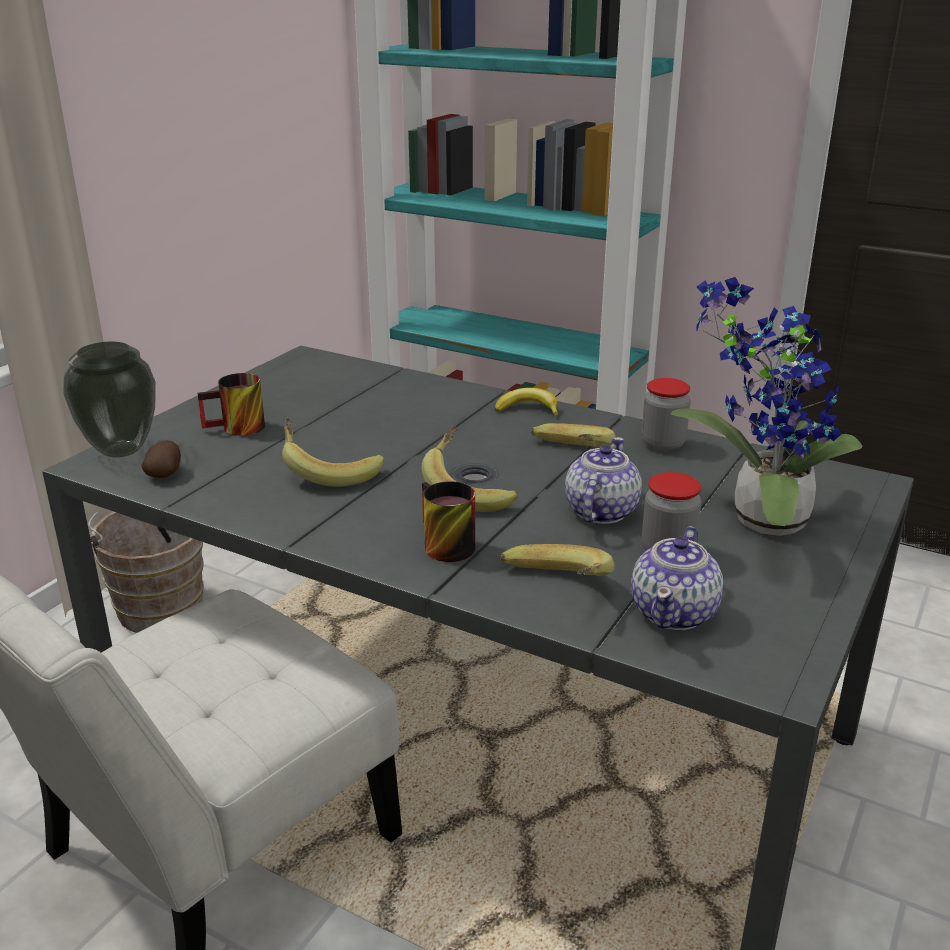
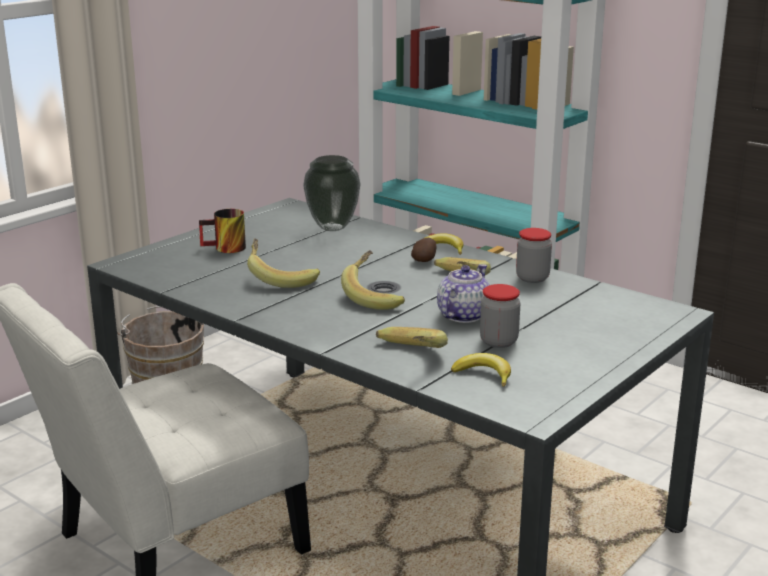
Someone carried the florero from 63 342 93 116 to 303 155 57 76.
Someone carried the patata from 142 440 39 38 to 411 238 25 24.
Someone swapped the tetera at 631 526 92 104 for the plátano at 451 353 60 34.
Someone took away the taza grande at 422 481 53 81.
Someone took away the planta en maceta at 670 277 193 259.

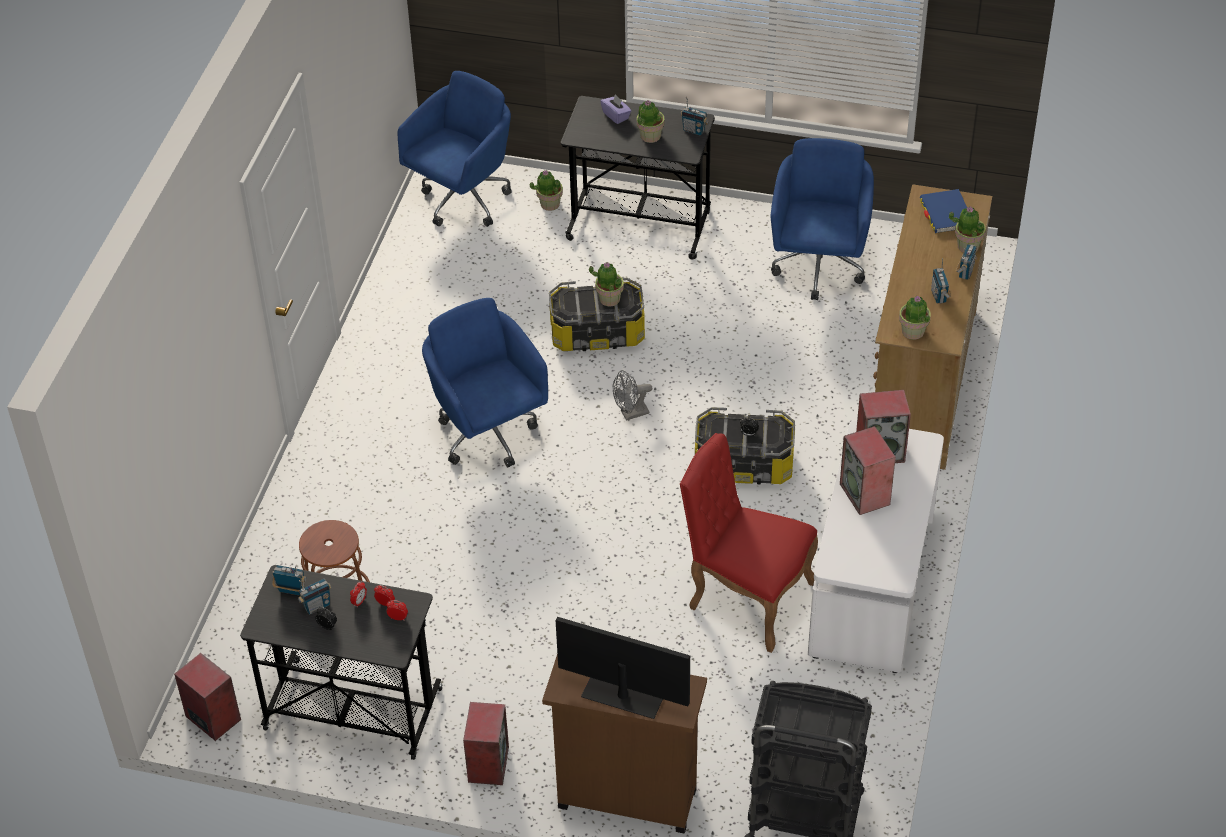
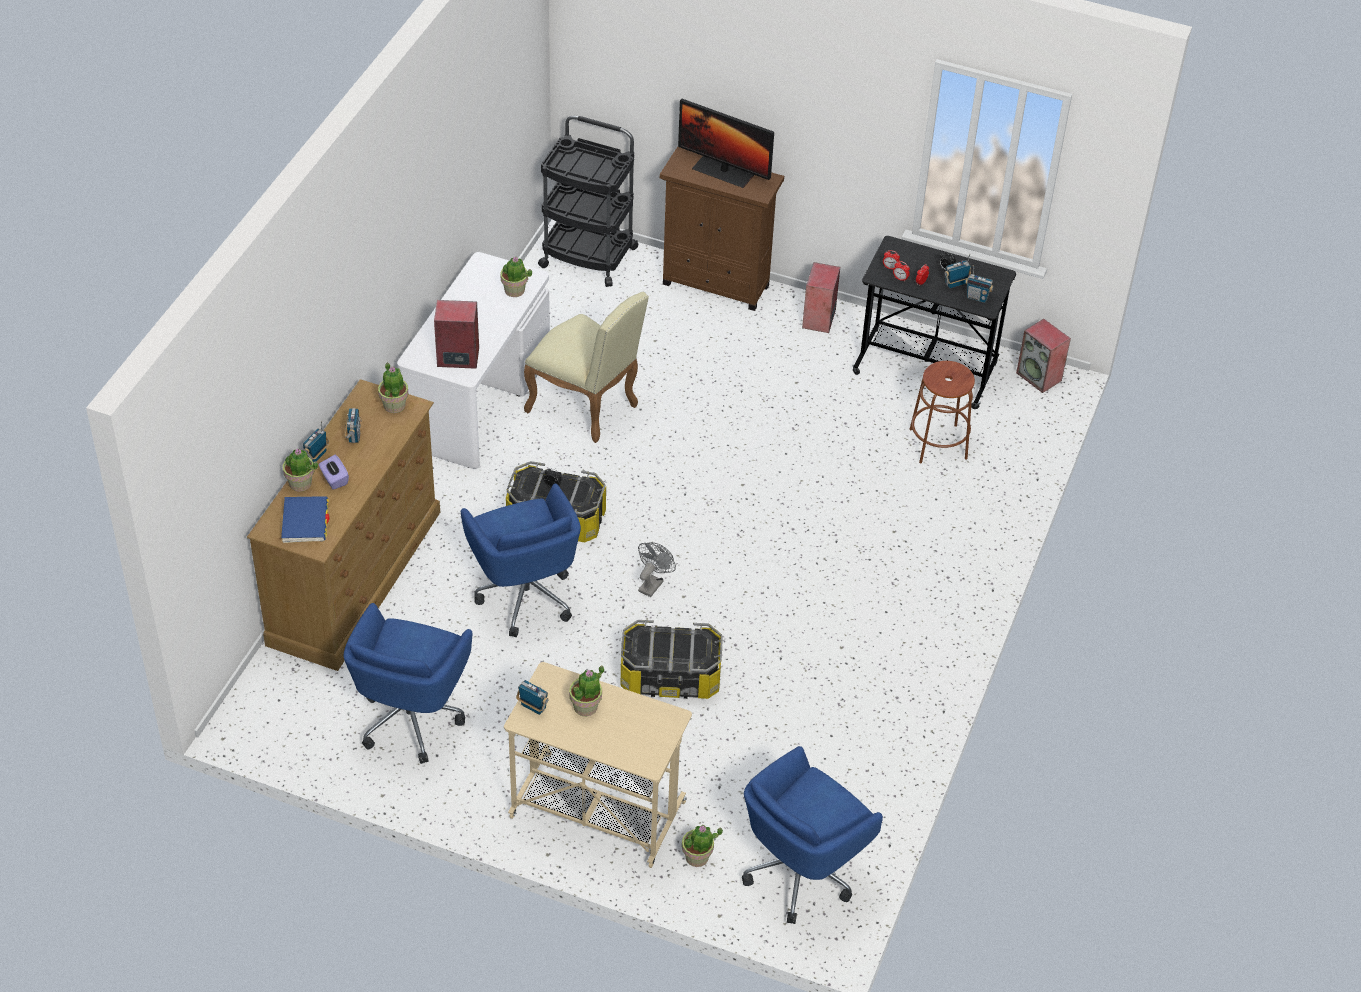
Someone carried the caja de pañuelos [morado] from 600 94 31 30 to 318 455 31 35.
Someone carried the silla de oficina [azul] from 422 298 126 169 to 461 484 120 153.
Someone carried the planta en maceta from 589 263 35 44 to 500 257 32 40.
Someone repainted the escritorio [negro] at 561 96 154 163, which became the escritorio [beis] at 504 662 188 206.
Someone repainted the silla [rojo] at 680 433 138 220, which became the silla [beis] at 524 292 125 151.
Someone rotated the ventilador [gris] at 613 370 39 51 by 45 degrees counterclockwise.
Someone took away the altavoz at 840 426 56 89.

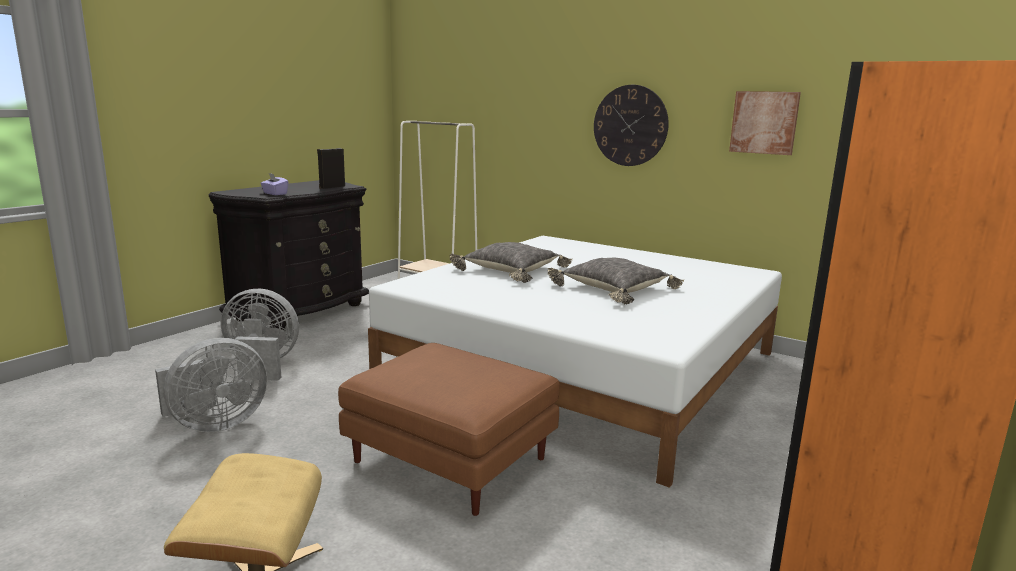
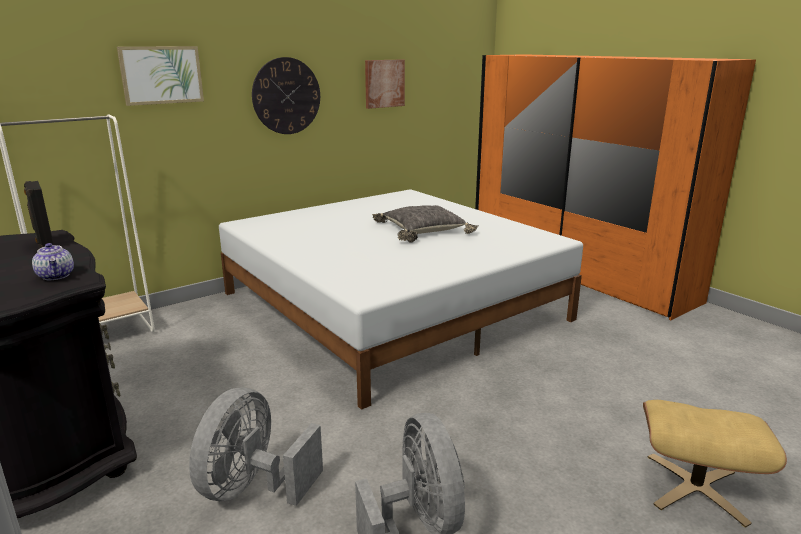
Someone swapped the caja de pañuelos [morado] at 260 173 29 22 for the tetera at 32 243 42 37.
Someone put up the cuadro at 117 46 87 60.
Someone took away the puf [marrón] at 338 343 222 173.
Someone took away the cojín at 449 242 123 41.

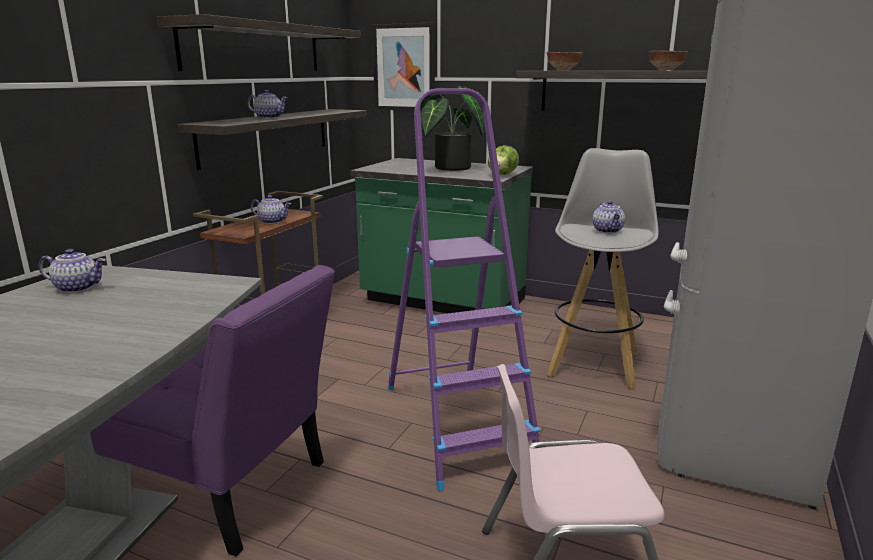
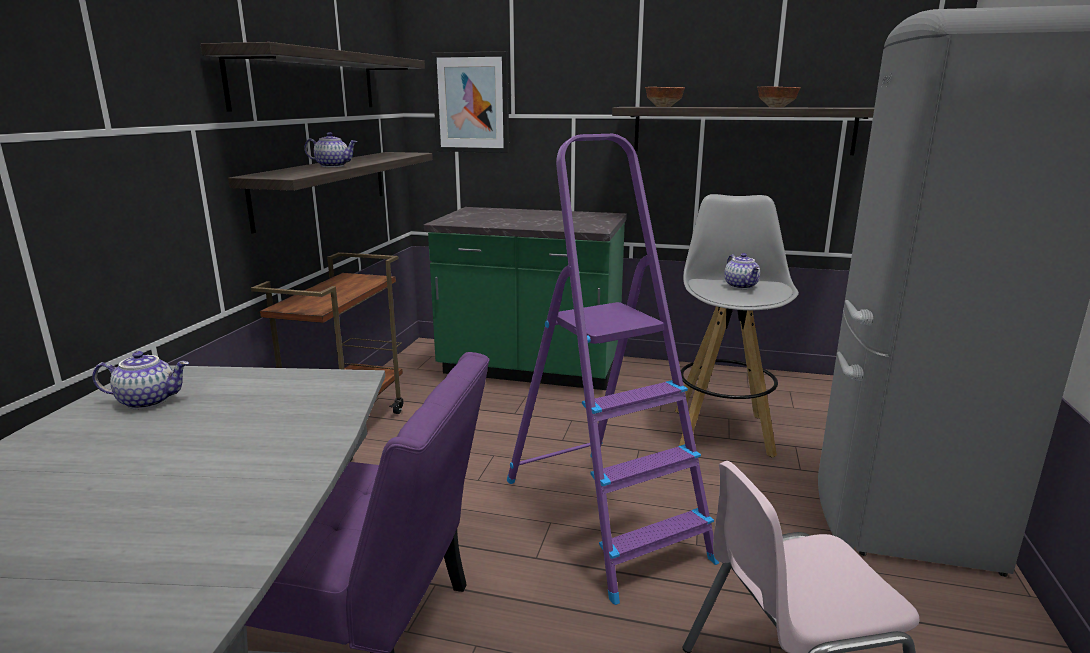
Someone took away the tetera at 250 195 41 29.
Someone took away the planta en maceta at 420 86 64 85.
Someone took away the lechuga at 488 145 31 30.

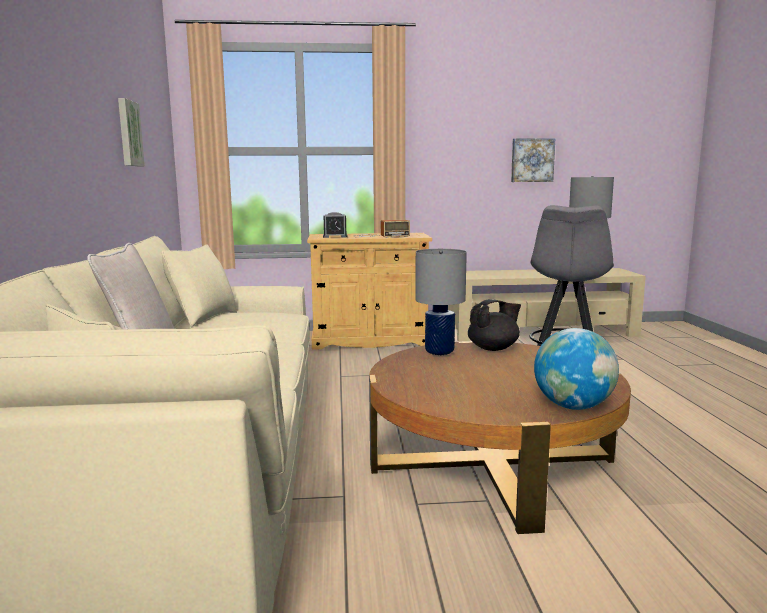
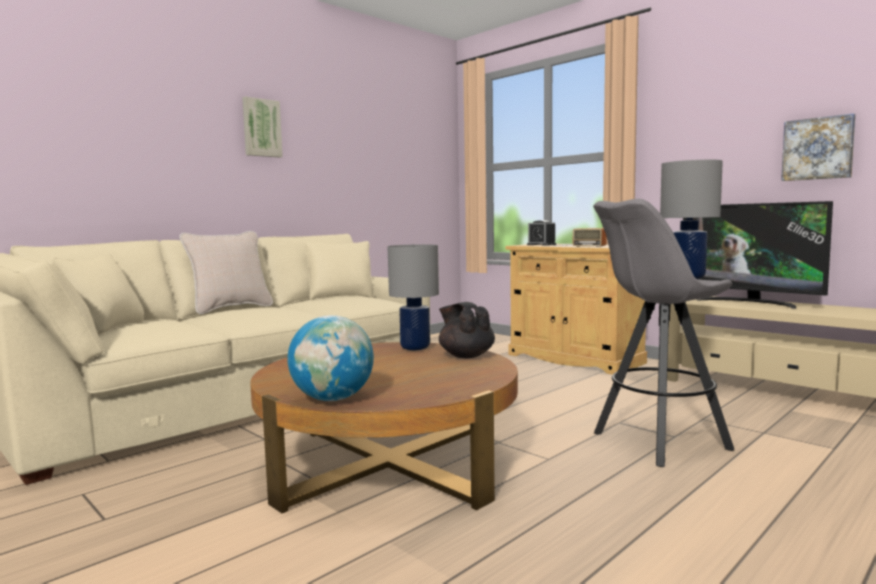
Someone carried the cuadro from 118 98 27 68 to 242 96 41 61.
Someone rotated the tetera [negro] at 468 299 53 52 by 150 degrees counterclockwise.
Someone put down the televisor at 683 201 150 108.

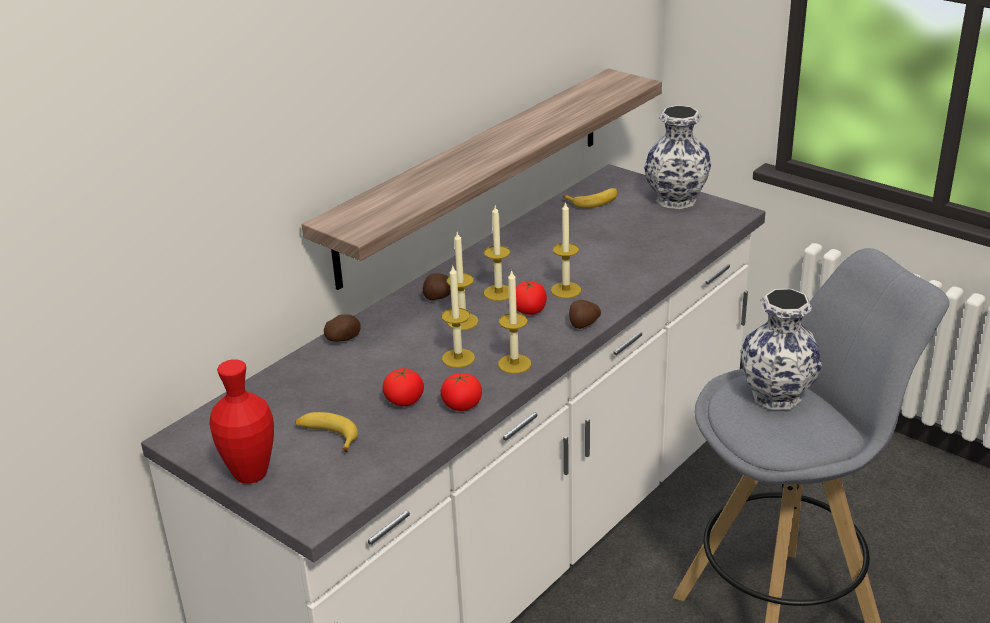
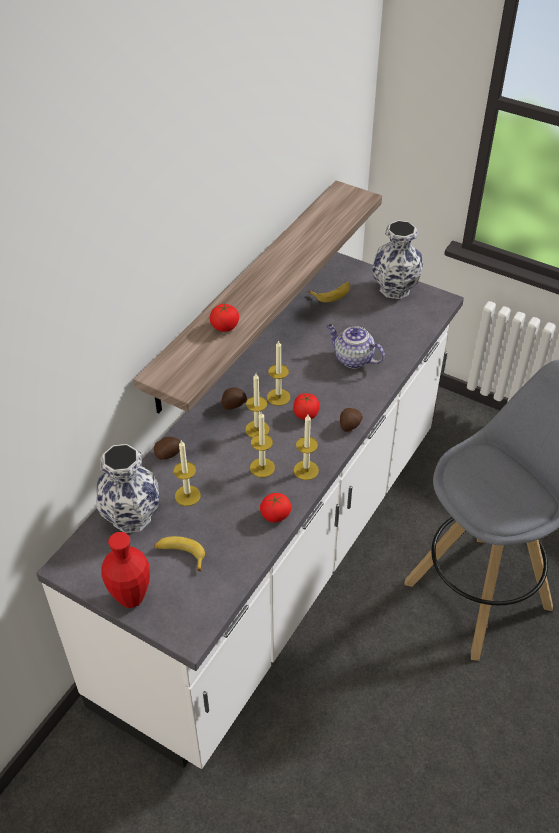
Someone carried the florero from 740 289 82 121 to 96 444 63 89.
Someone carried the vela from 551 201 30 97 to 174 440 27 66.
Someone carried the tomate from 382 367 42 39 to 210 304 29 28.
Someone put down the tetera at 327 324 58 45.

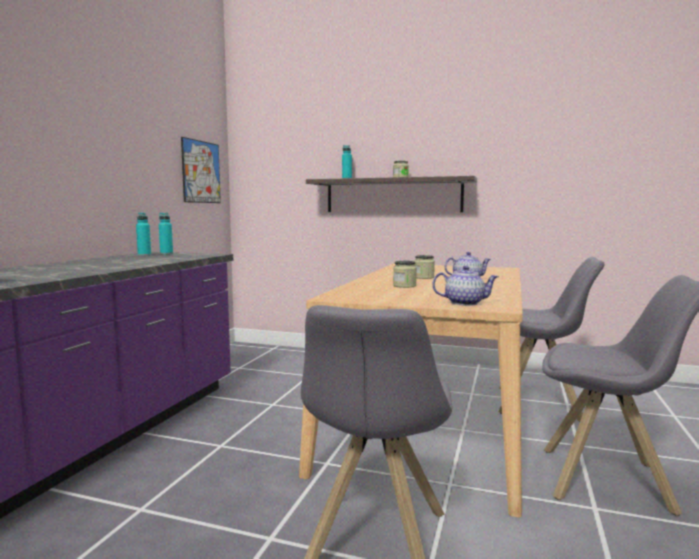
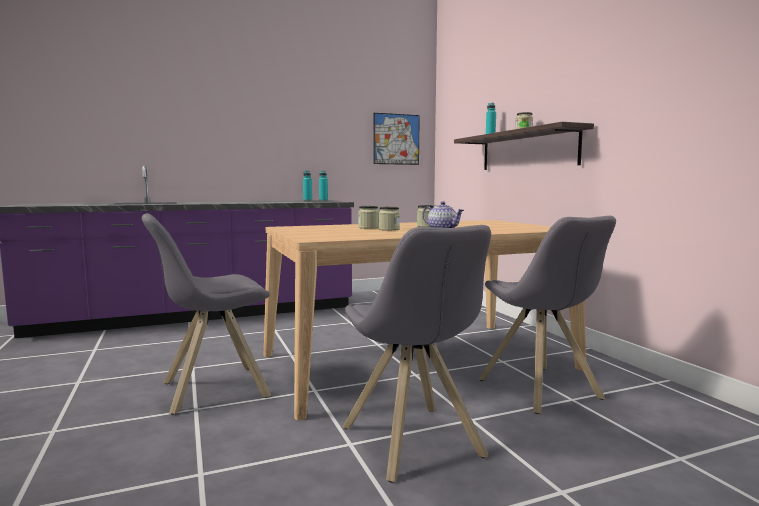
Someone put down the tarro at 379 207 21 24.
Someone took away the tetera at 432 266 67 40.

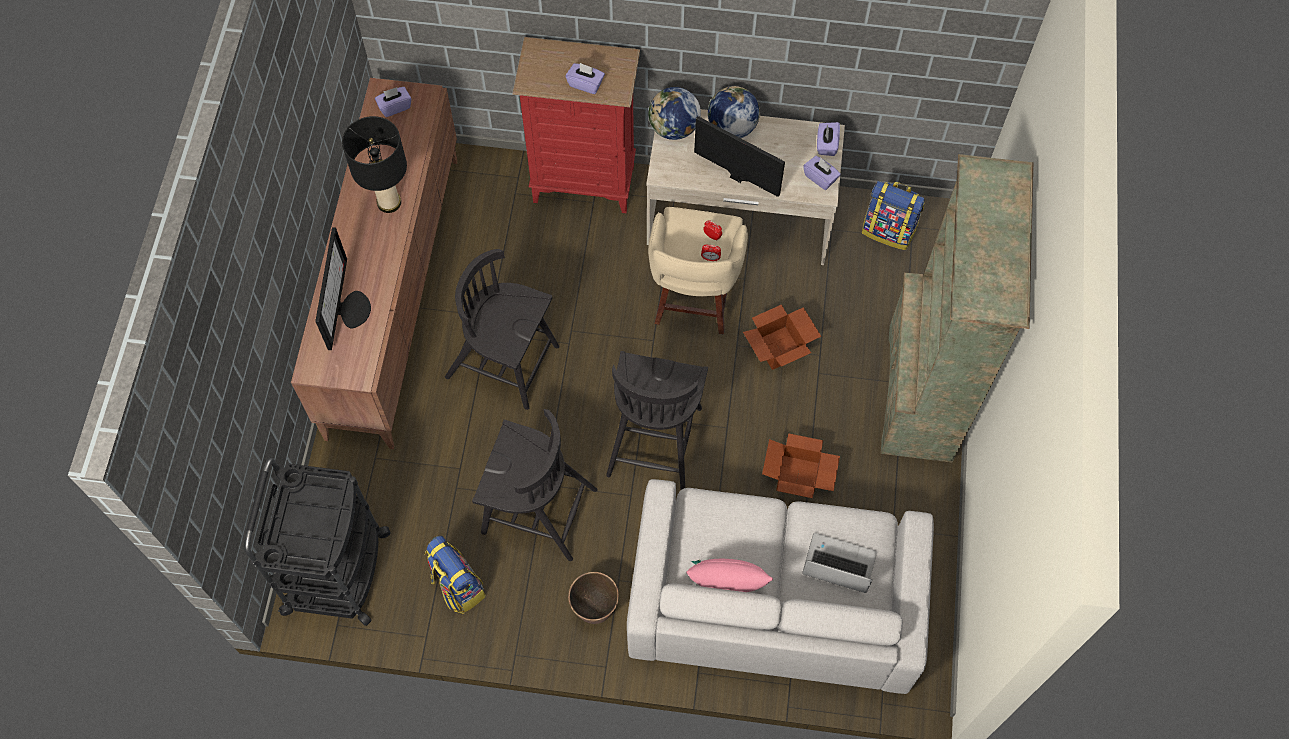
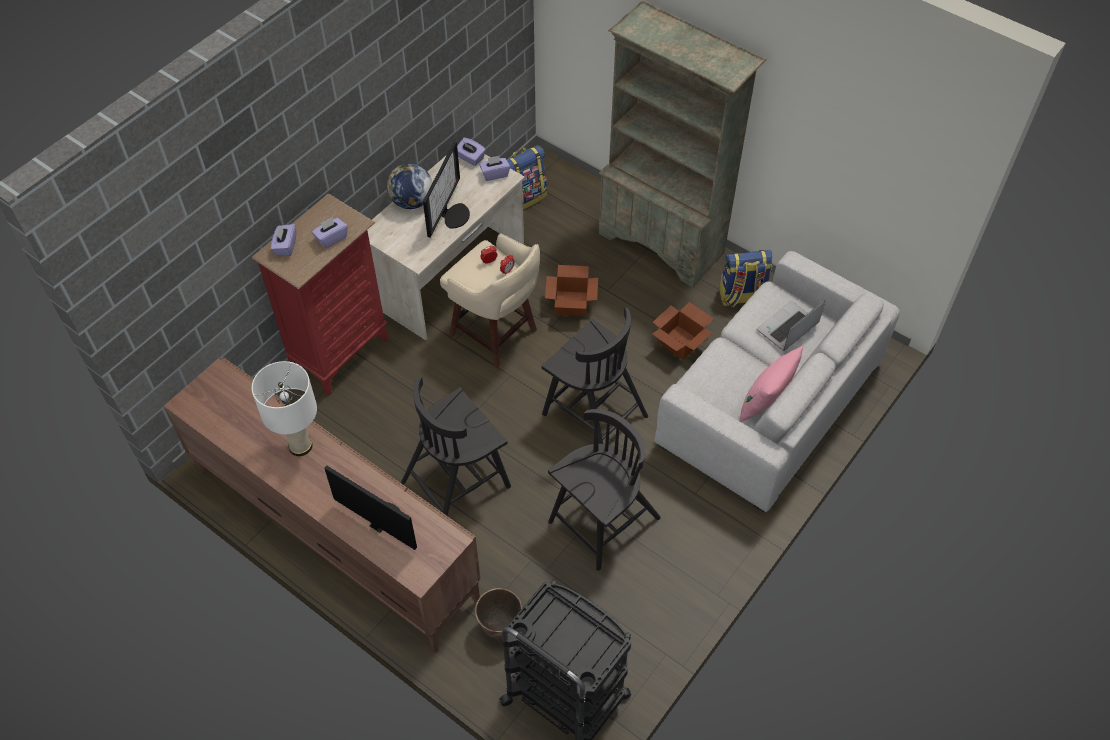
Someone repainted the lámpara de mesa [negro] at 342 116 65 97, which became the lámpara de mesa [blanco] at 252 361 65 95.
Someone carried the caja de pañuelos [morado] from 375 87 36 30 to 271 224 25 32.
Someone rotated the monitor at 694 116 91 81 by 135 degrees clockwise.
Someone carried the maceta from 568 572 51 52 to 475 588 47 52.
Someone carried the mochila from 425 536 61 78 to 719 250 53 57.
Someone took away the globo terráqueo at 648 87 53 53.

